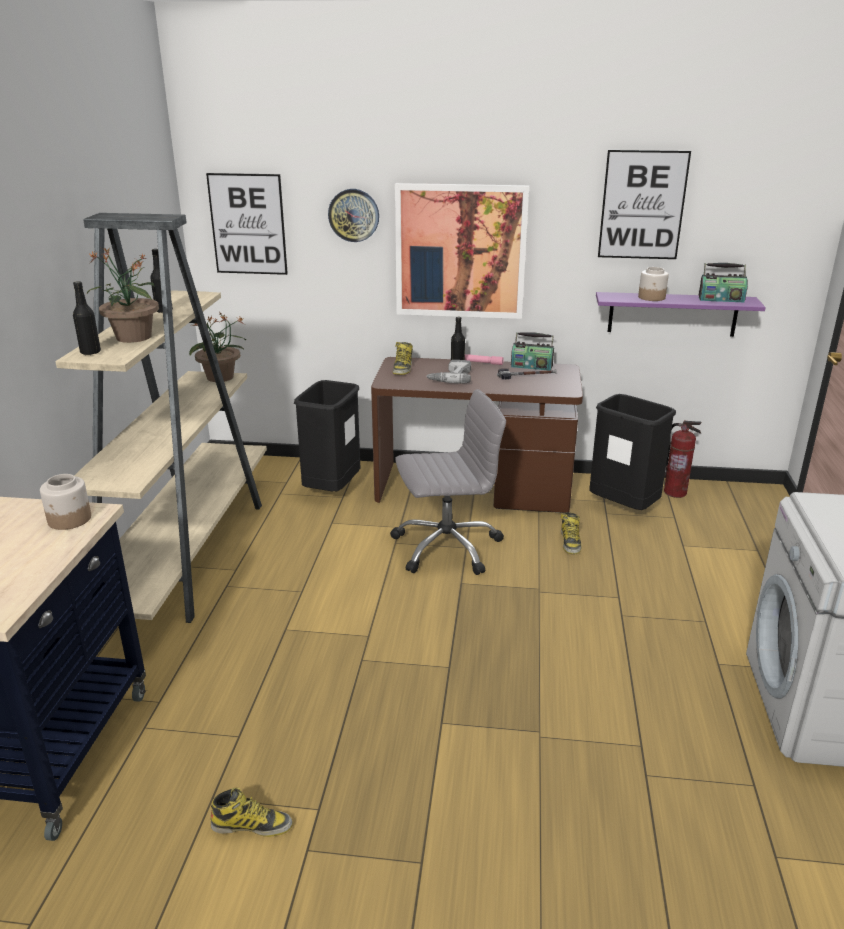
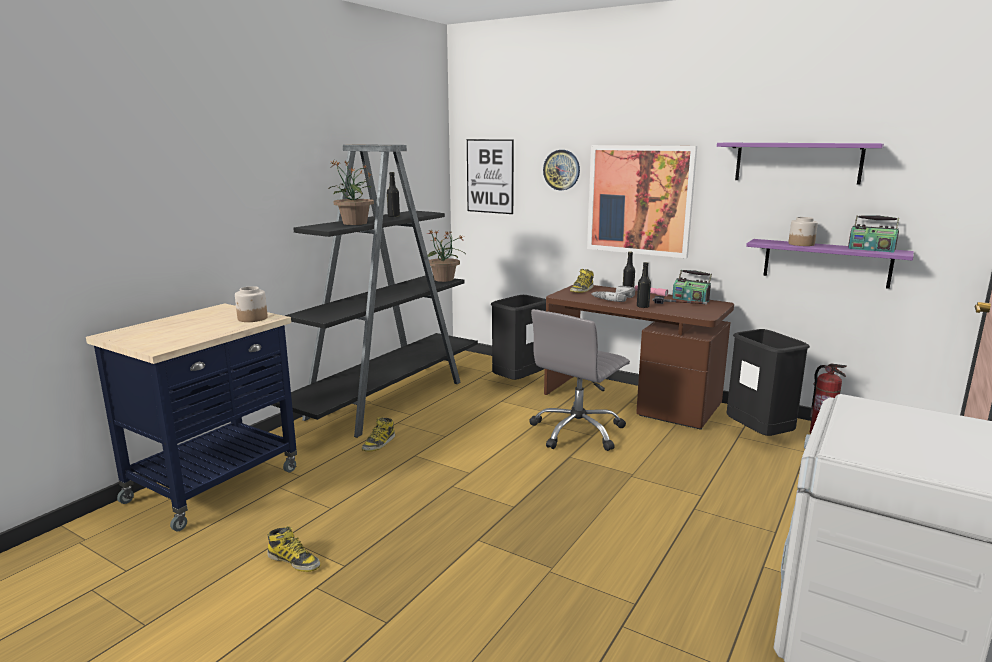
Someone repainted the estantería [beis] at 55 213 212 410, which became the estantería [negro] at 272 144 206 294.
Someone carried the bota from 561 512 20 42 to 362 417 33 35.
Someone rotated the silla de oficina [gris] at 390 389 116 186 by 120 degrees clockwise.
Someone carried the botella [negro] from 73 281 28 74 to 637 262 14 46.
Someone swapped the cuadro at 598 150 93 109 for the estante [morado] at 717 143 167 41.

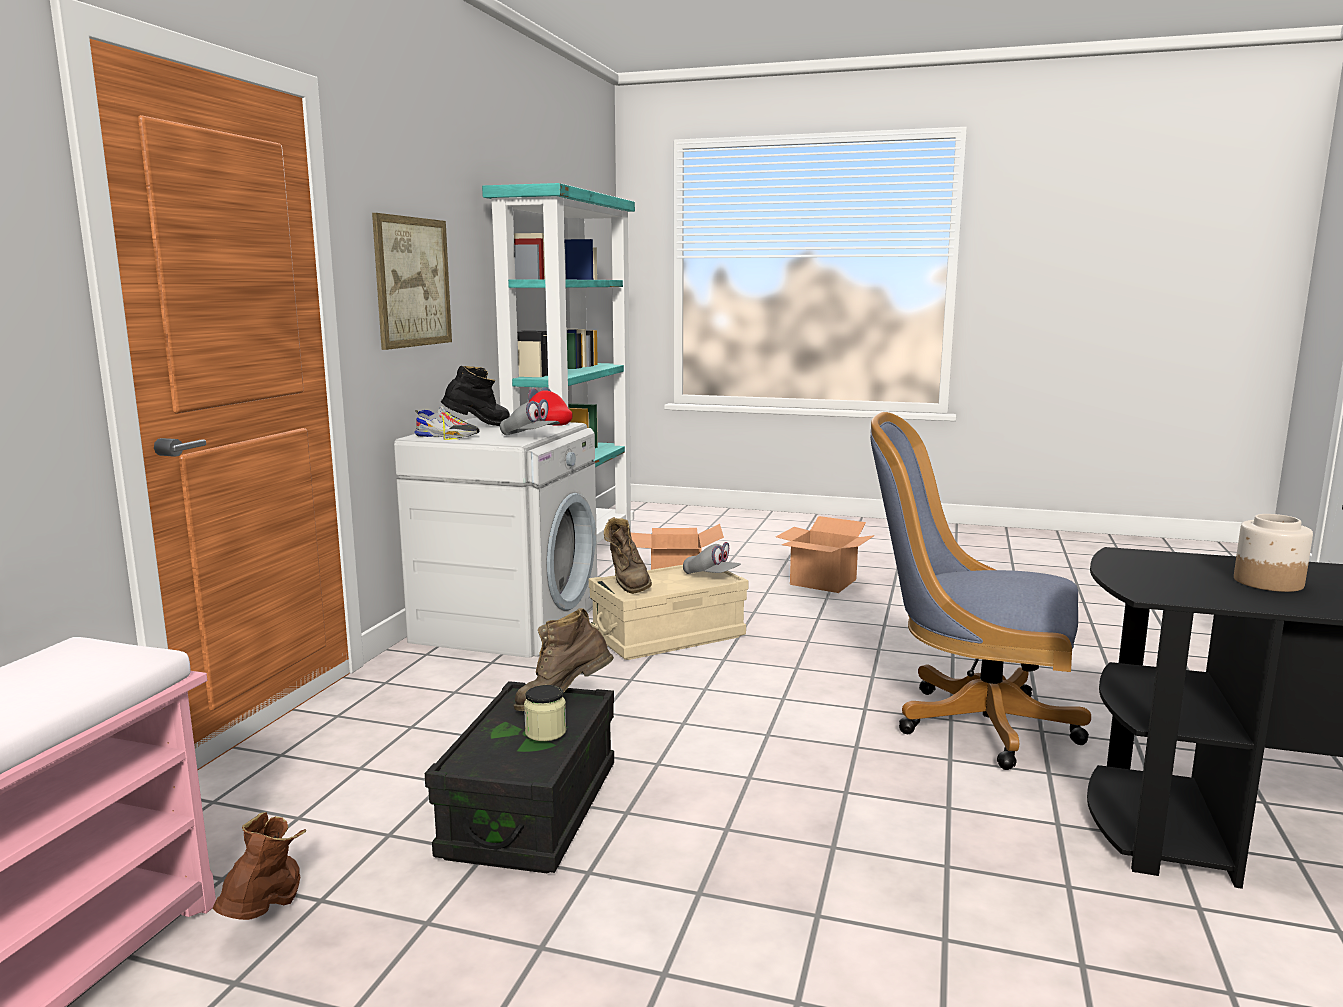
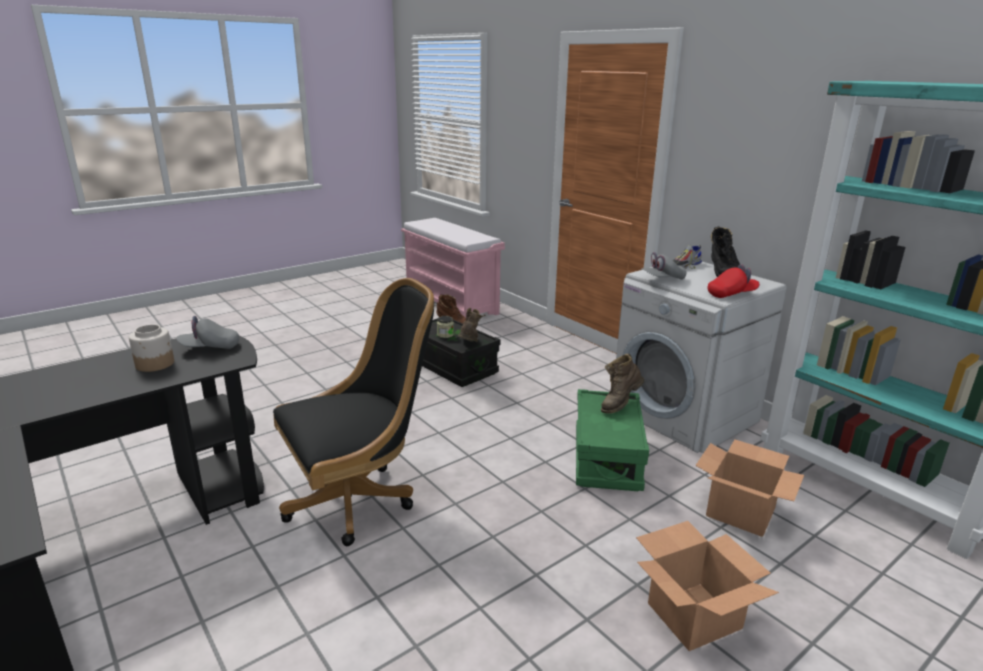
Someone carried the gorra [gris] from 683 542 58 32 to 176 316 63 33.
Someone repainted the silla de oficina [azul] at 870 412 221 358, which became the silla de oficina [negro] at 273 278 161 268.
Someone repainted the caja de almacenaje [beis] at 589 565 159 95, which became the caja de almacenaje [verde] at 576 389 73 102.
Someone rotated the bota [marrón] at 604 517 48 77 by 60 degrees counterclockwise.
Someone took away the cuadro at 372 213 80 137.

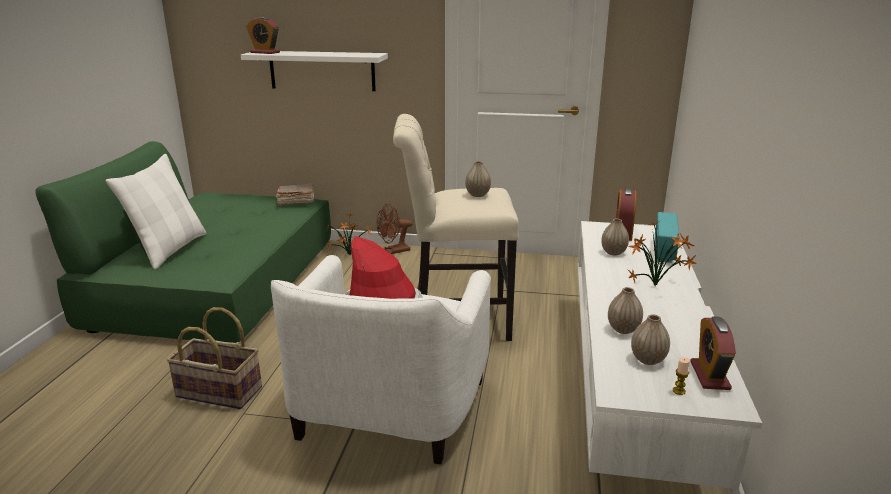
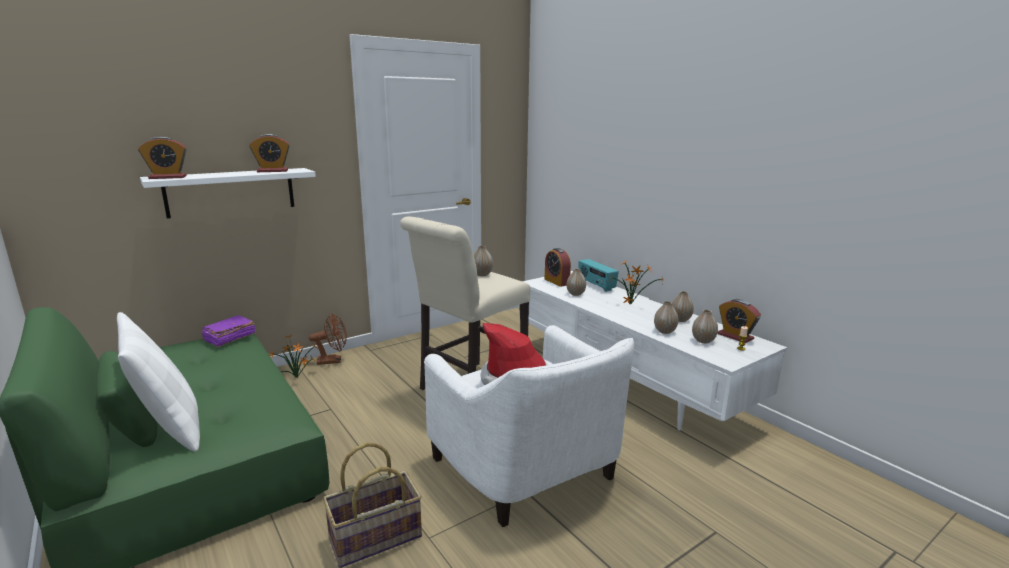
Someone repainted the libro [marrón] at 276 184 38 22, which became the libro [morado] at 202 316 53 32.
Someone put down the despertador at 249 134 41 38.
Someone rotated the ventilador [marrón] at 377 204 36 50 by 120 degrees counterclockwise.
Someone put down the florero at 672 291 22 31.

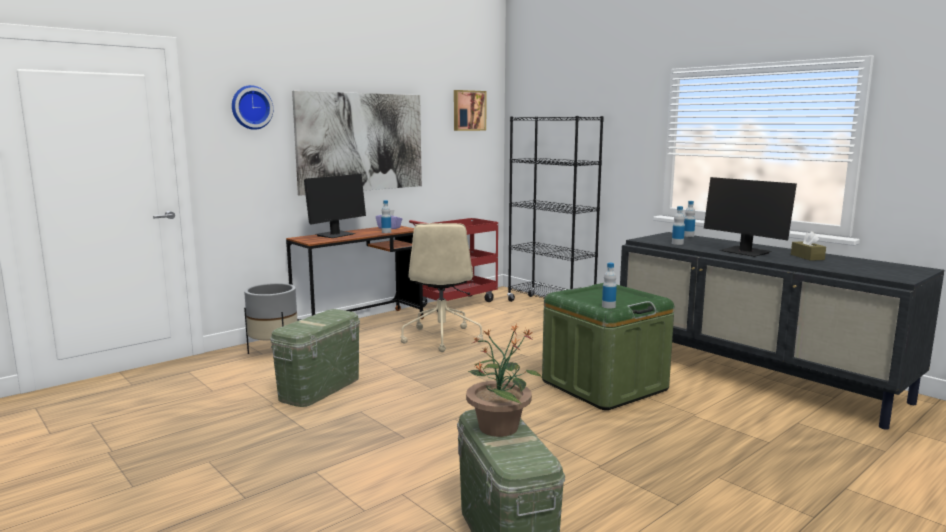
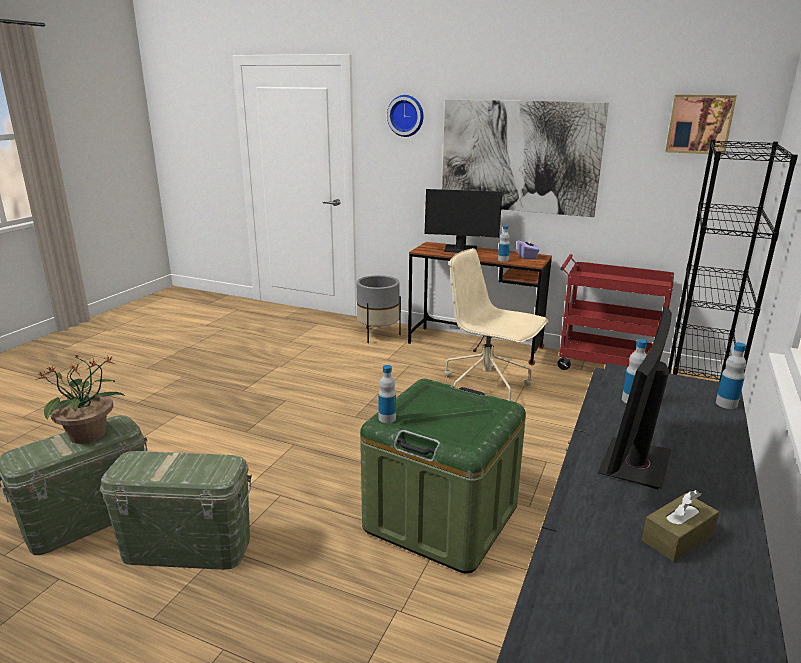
Someone carried the caja de almacenaje [verde] from 271 309 89 98 to 100 451 152 119.
Someone rotated the silla de oficina [beis] at 400 223 83 129 by 60 degrees clockwise.

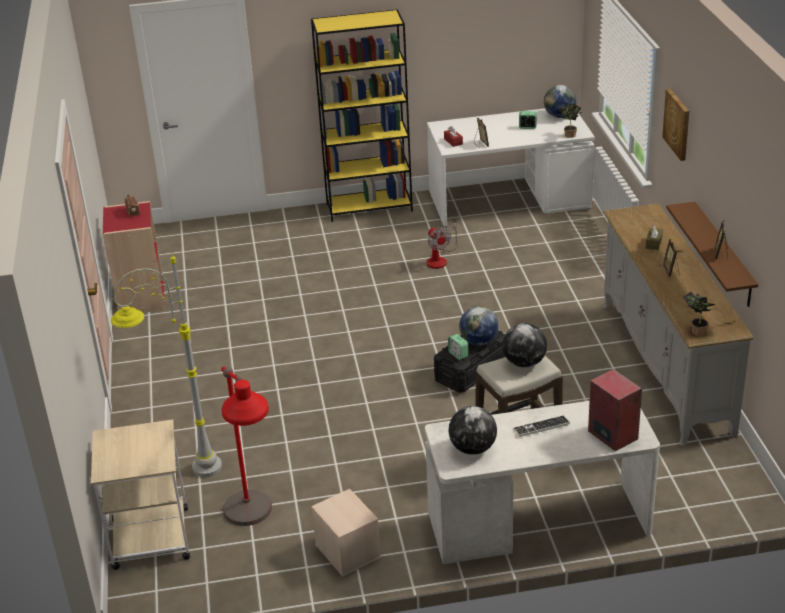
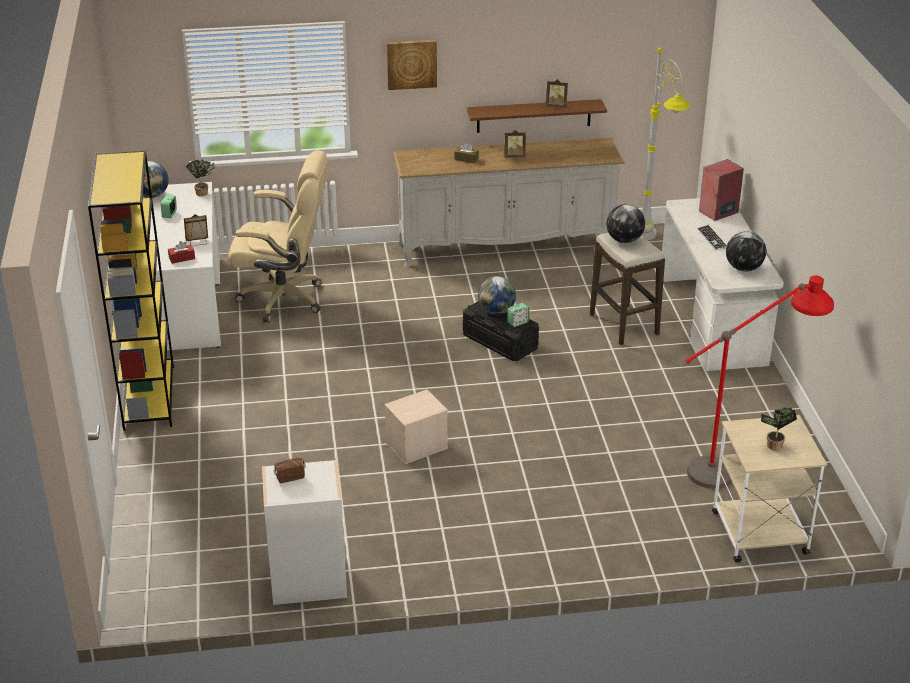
Someone put down the silla de oficina [beis] at 229 150 100 173.
Someone repainted the estantería [rojo] at 103 201 62 112, which became the estantería [blanco] at 262 460 85 145.
Someone carried the caja de almacenaje [beis] from 311 489 70 88 to 384 390 64 74.
Someone carried the lámpara de pie [gris] from 111 252 111 225 to 642 43 48 197.
Someone carried the planta en maceta from 682 292 33 44 to 761 407 36 43.
Someone took away the ventilador at 427 222 31 47.

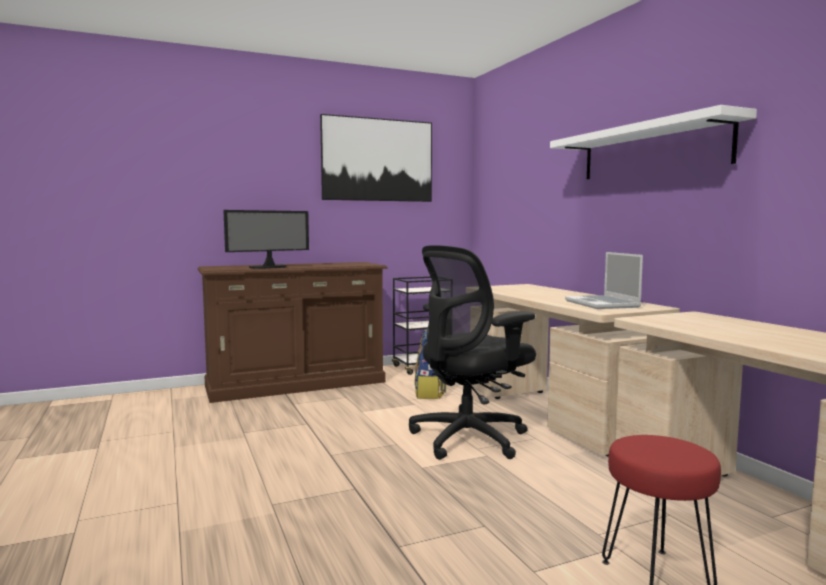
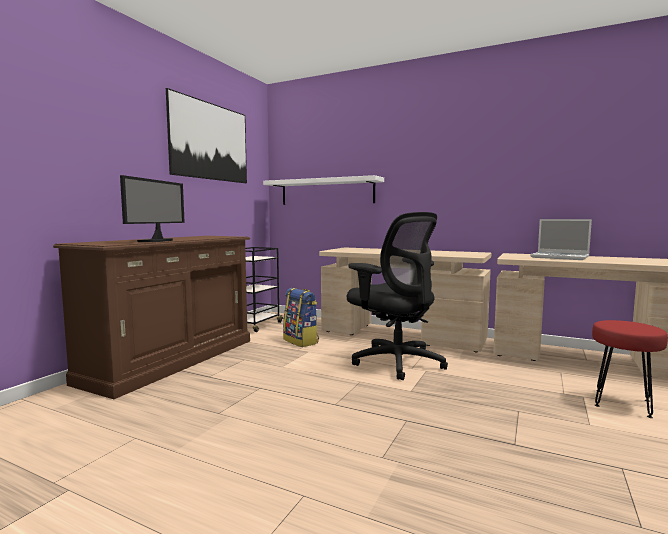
Someone carried the estante [blanco] from 550 105 207 74 to 263 175 121 30.
Someone rotated the silla de oficina [negro] at 409 245 127 215 by 60 degrees counterclockwise.
Someone carried the portátil from 565 252 78 57 to 530 219 62 41.

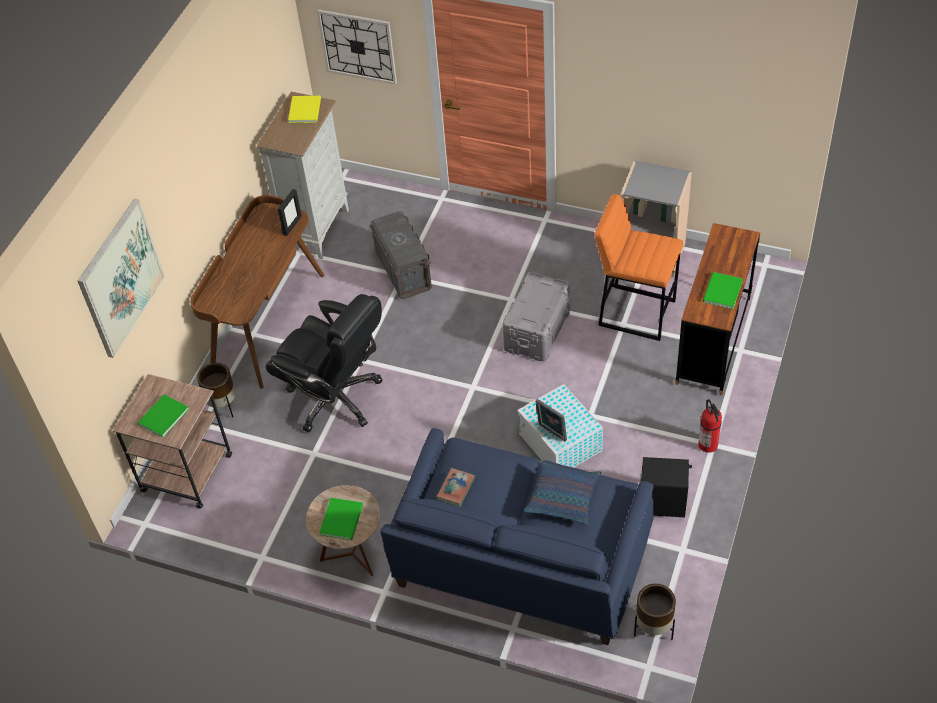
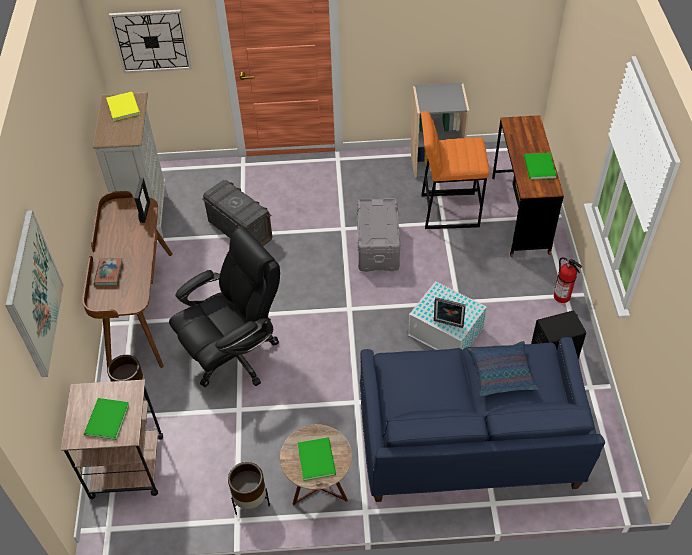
Someone carried the libro from 436 468 39 39 to 94 258 29 28.
Someone rotated the silla de oficina [negro] at 266 294 116 139 by 45 degrees counterclockwise.
Someone carried the maceta [marrón] from 634 584 42 56 to 228 462 42 53.

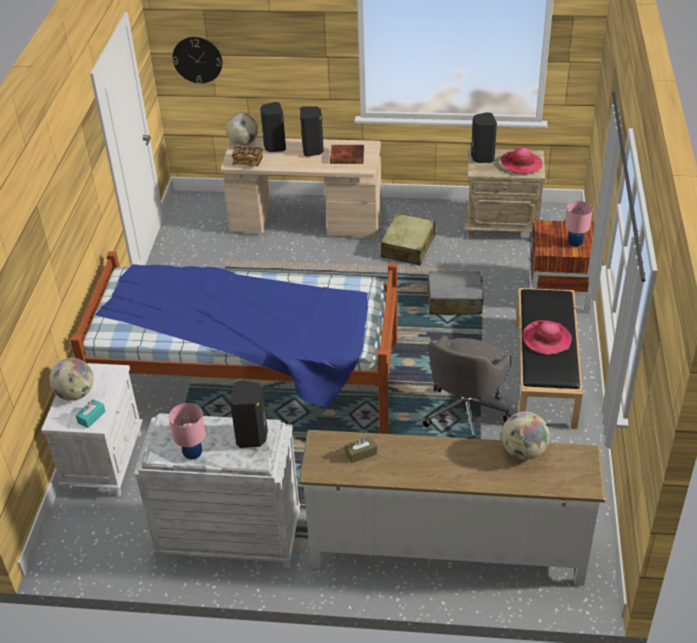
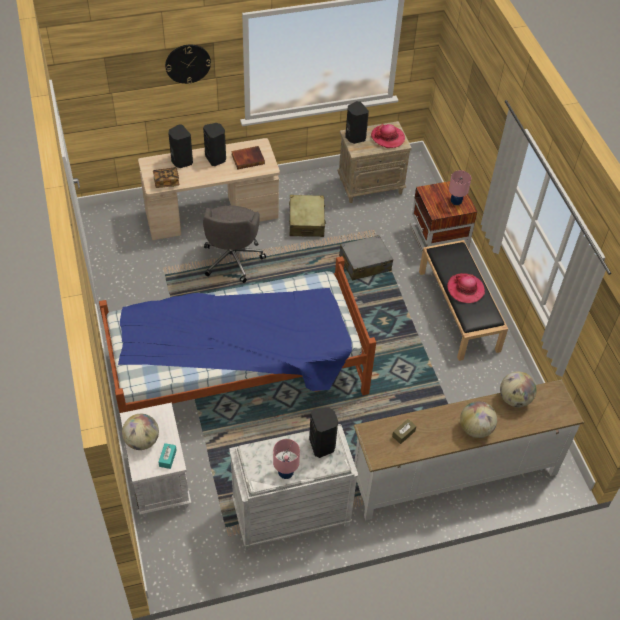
Someone carried the reloj de pared from 172 37 50 47 to 165 44 46 40.
Someone carried the silla de oficina [gris] from 423 335 88 104 to 203 206 63 77.
Someone carried the globo terráqueo from 225 113 33 33 to 460 401 37 37.

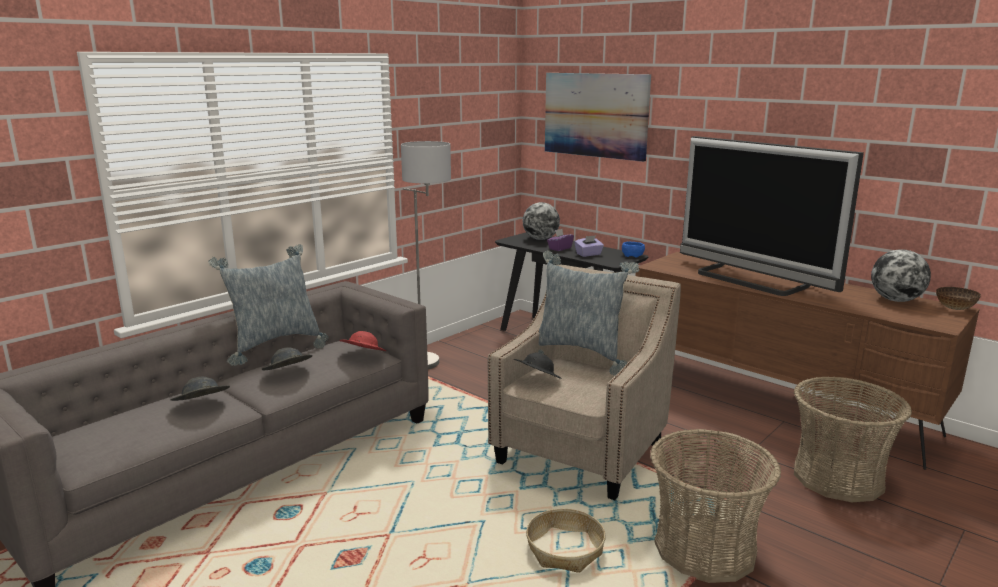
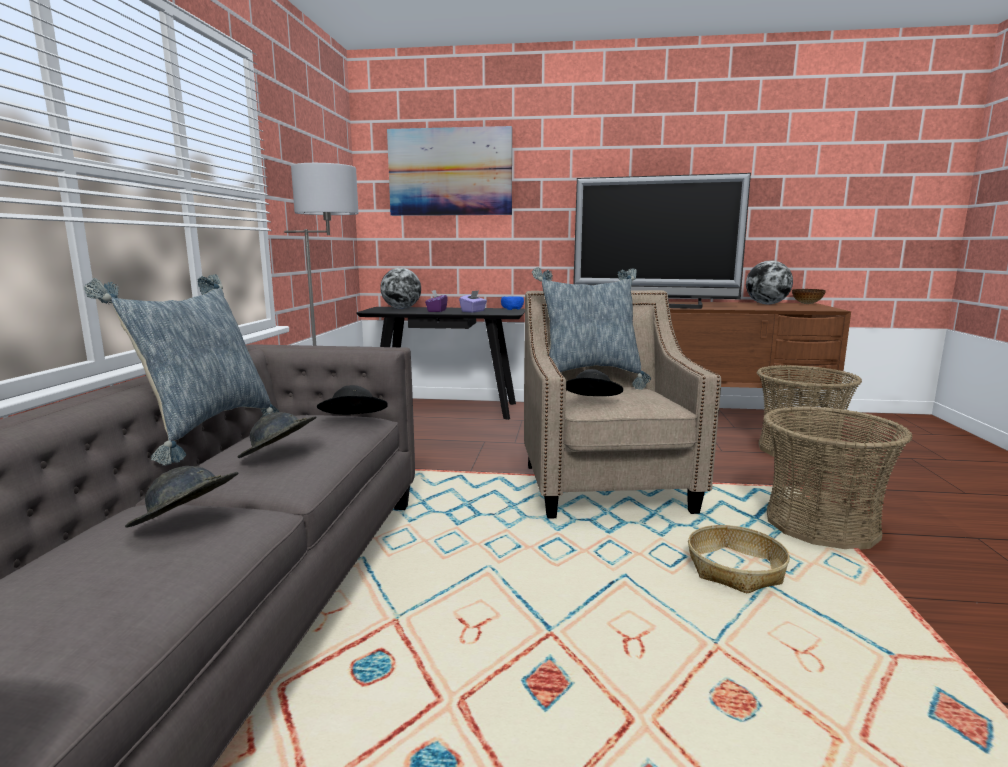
Someone repainted the sombrero [rojo] at 339 331 47 20, which became the sombrero [negro] at 317 385 71 30.

